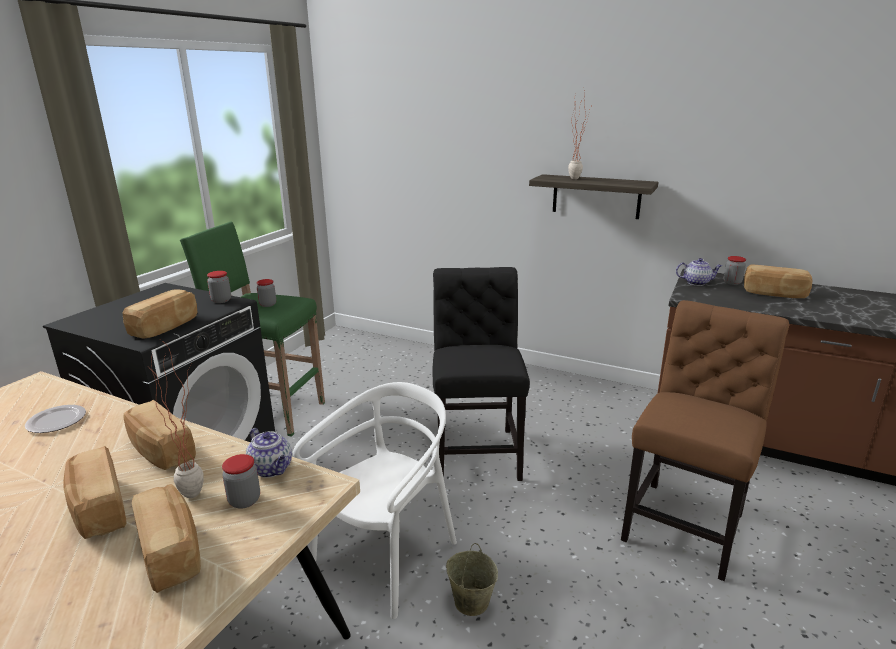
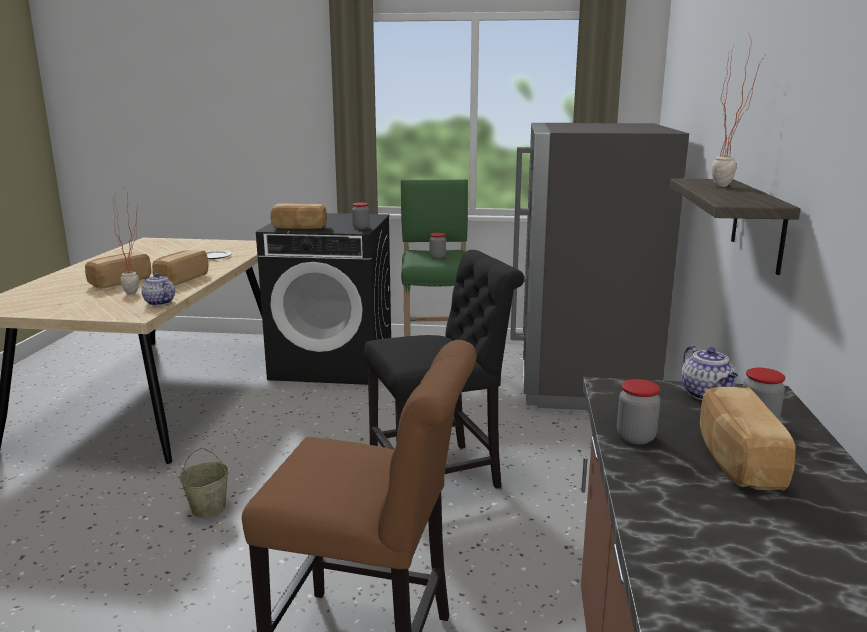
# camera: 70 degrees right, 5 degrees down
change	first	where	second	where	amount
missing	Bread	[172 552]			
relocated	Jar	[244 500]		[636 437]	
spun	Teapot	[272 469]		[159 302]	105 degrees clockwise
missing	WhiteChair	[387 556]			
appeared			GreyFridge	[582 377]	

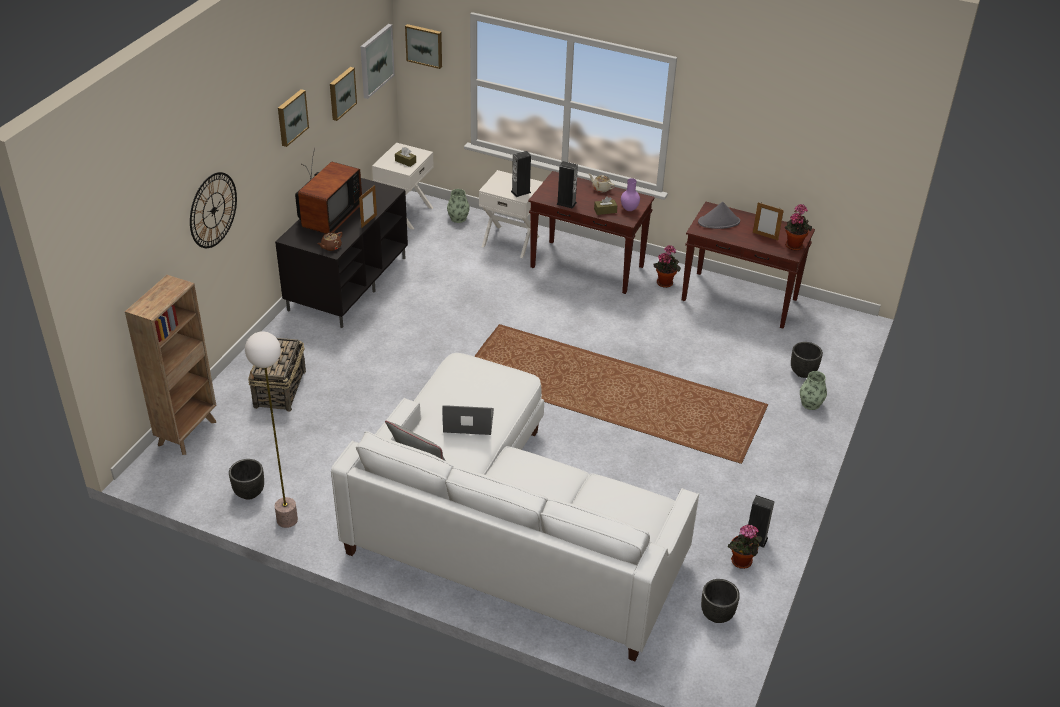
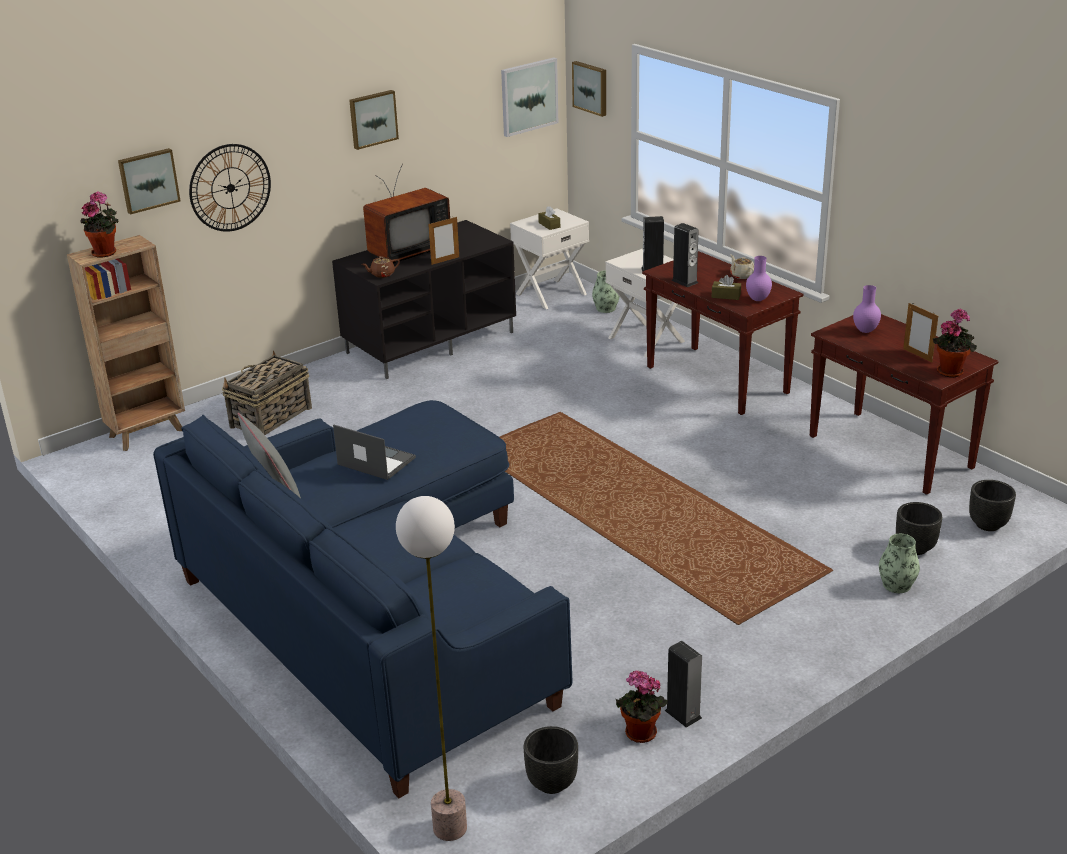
# camera: 30 degrees right, 10 degrees down
change	first	where	second	where	amount
relocated	BlackPlanter	[249 493]		[988 525]	
relocated	FloorLamp	[286 520]		[449 828]	
relocated	Picture	[341 93]		[148 180]	
colour	WhiteSofa	[507 530]	BlueSofa	[379 610]	
relocated	PottedPlant	[665 282]		[106 252]	
exchanged	GreyHat	[719 222]	PurpleVase	[866 331]	

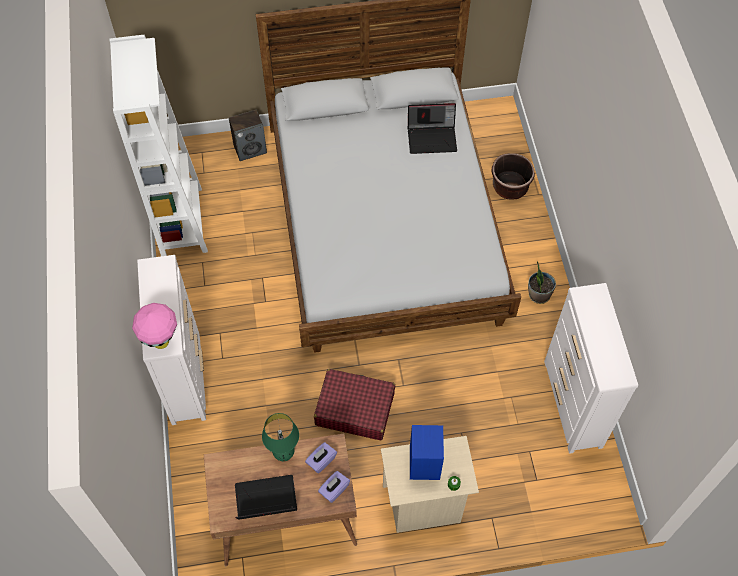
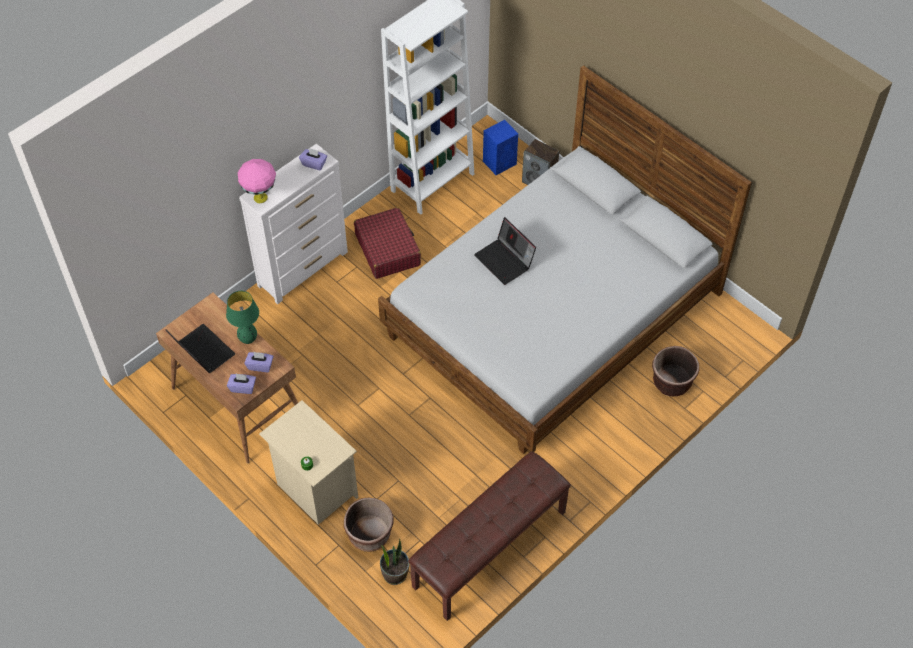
# camera: 55 degrees right, 5 degrees down
change	first	where	second	where	amount
relocated	RedSuitcase	[354 409]		[387 249]	
relocated	Laptop	[432 137]		[505 261]	
relocated	BlueSpeaker	[424 462]		[500 162]	
relocated	PottedPlant	[538 295]		[395 574]	
exchanged	WhiteDresser	[572 404]	BrownBench	[490 549]	
appeared			PurpleTissueBox	[314 163]	
appeared			BrownPlanter	[369 534]	

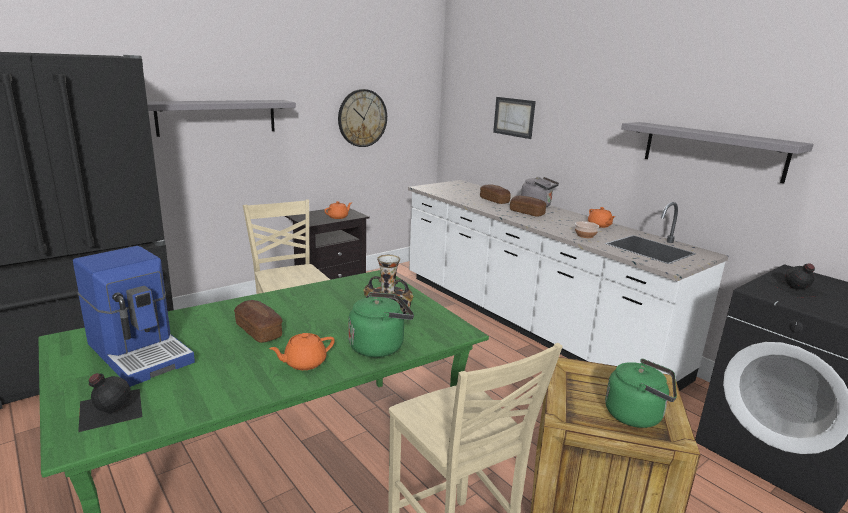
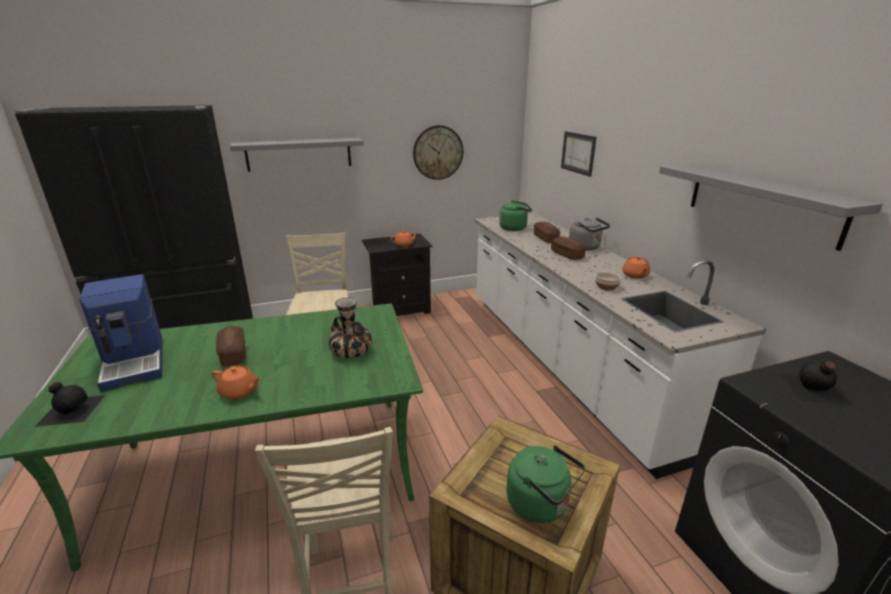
# camera: 20 degrees right, 5 degrees up
change	first	where	second	where	amount
spun	OrangeTeapot	[304 363]		[239 392]	150 degrees counterclockwise
relocated	GreenKettle	[379 346]		[514 228]	

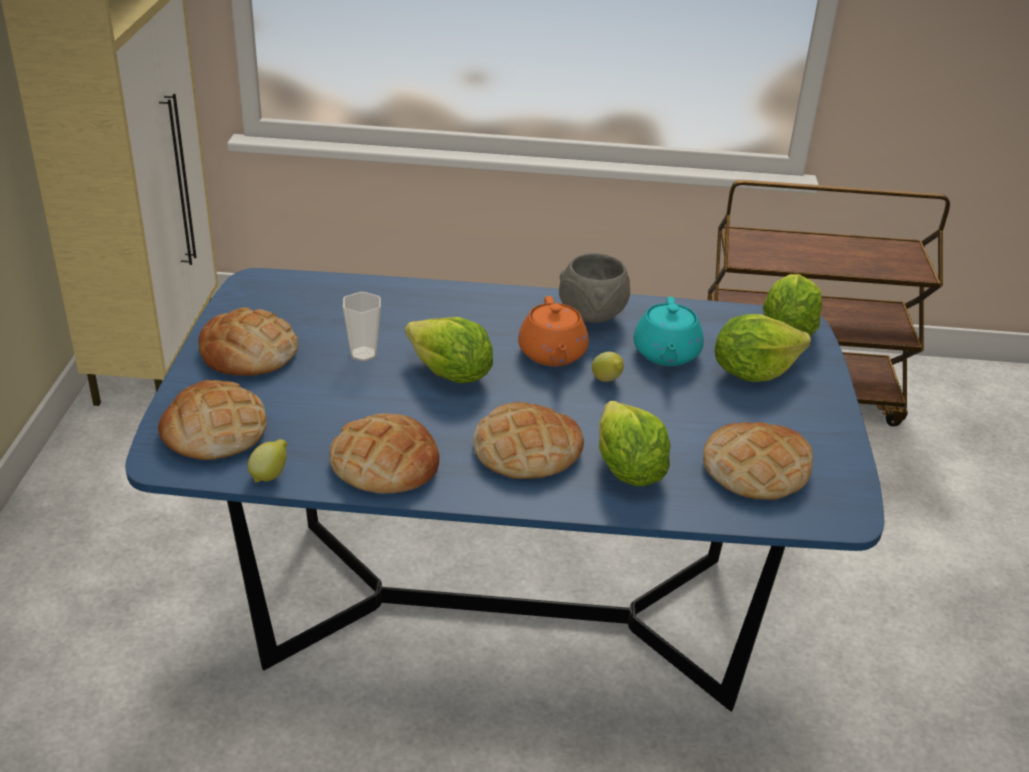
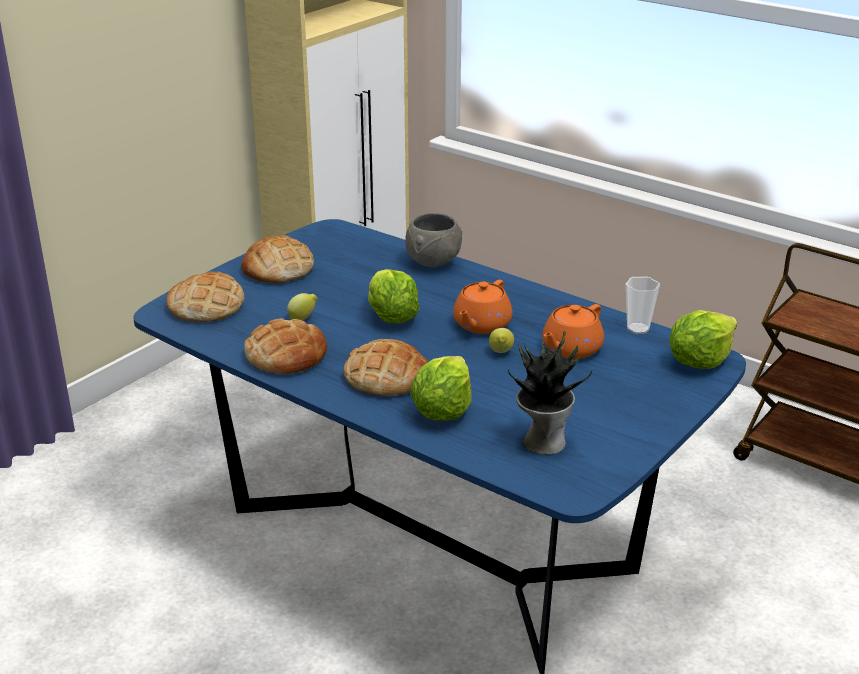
# camera: 35 degrees right, 5 degrees down
change	first	where	second	where	amount
relocated	Lemon	[270 475]		[303 318]	
relocated	Cup	[363 354]		[638 328]	
relocated	GreyBowl	[593 316]		[434 263]	
colour	TurquoiseTeapot	[666 354]	OrangeTeapot	[571 349]	
exchanged	Bread	[756 469]	PottedPlant	[542 441]	
missing	Lettuce	[752 372]			

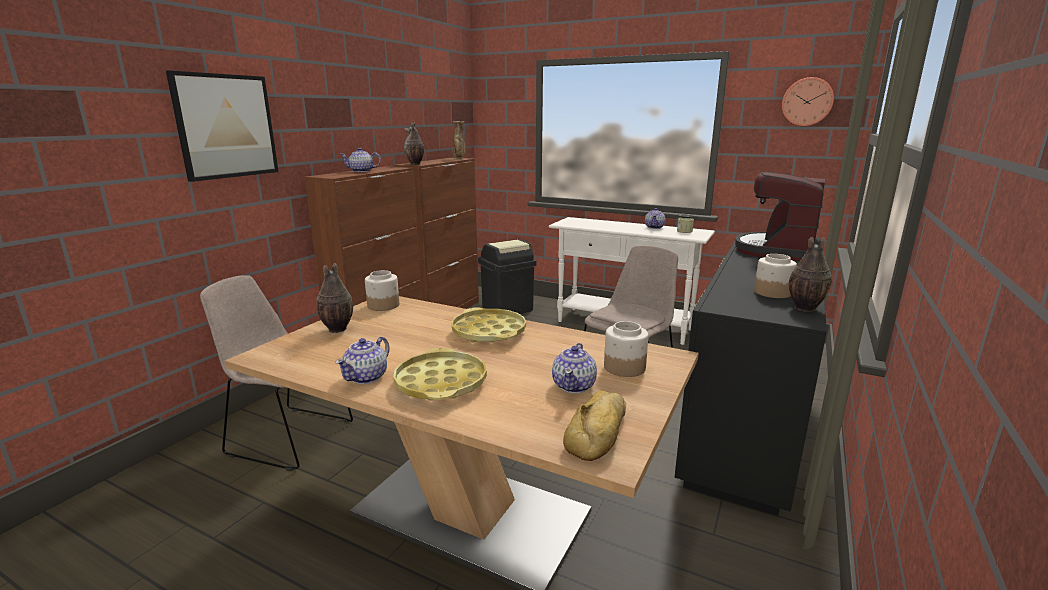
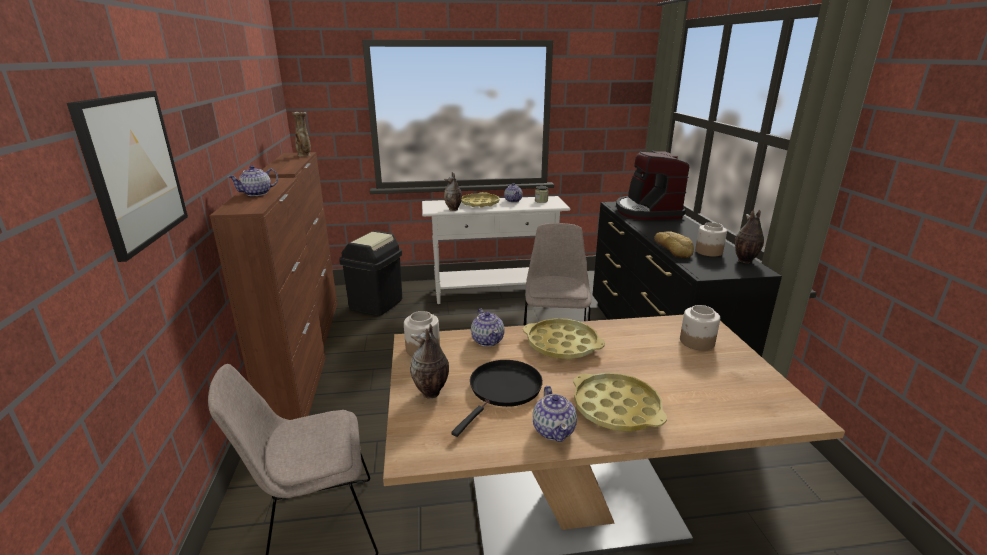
# camera: 35 degrees left, 5 degrees up
change	first	where	second	where	amount
relocated	Vase	[415 164]		[453 209]	
relocated	Teapot	[574 385]		[488 340]	
relocated	Bread	[599 432]		[673 249]	
missing	WallClock	[807 102]			
appeared			BlackFryingPan	[503 390]	
appeared			YellowTray	[480 204]	

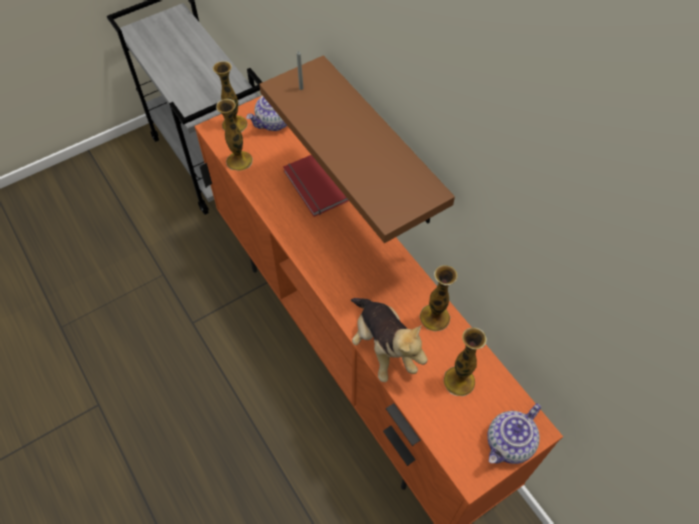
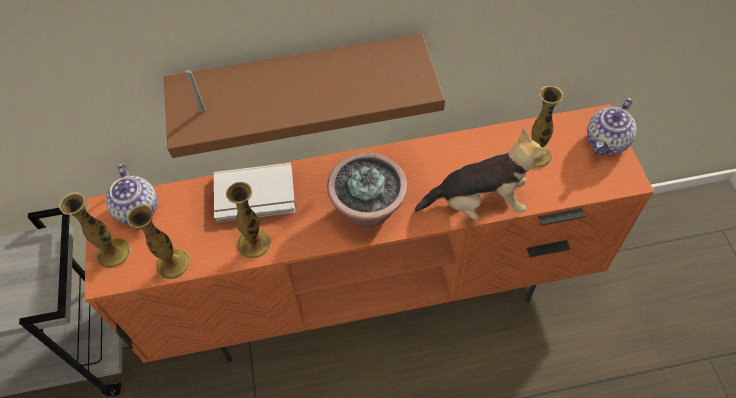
# camera: 65 degrees left, 0 degrees up
change	first	where	second	where	amount
colour	RedBook	[317 185]	WhiteBook	[255 196]	
relocated	Vase	[434 317]		[254 243]	
spun	Teapot	[509 444]		[607 142]	60 degrees clockwise
appeared			PottedPlant	[368 209]	

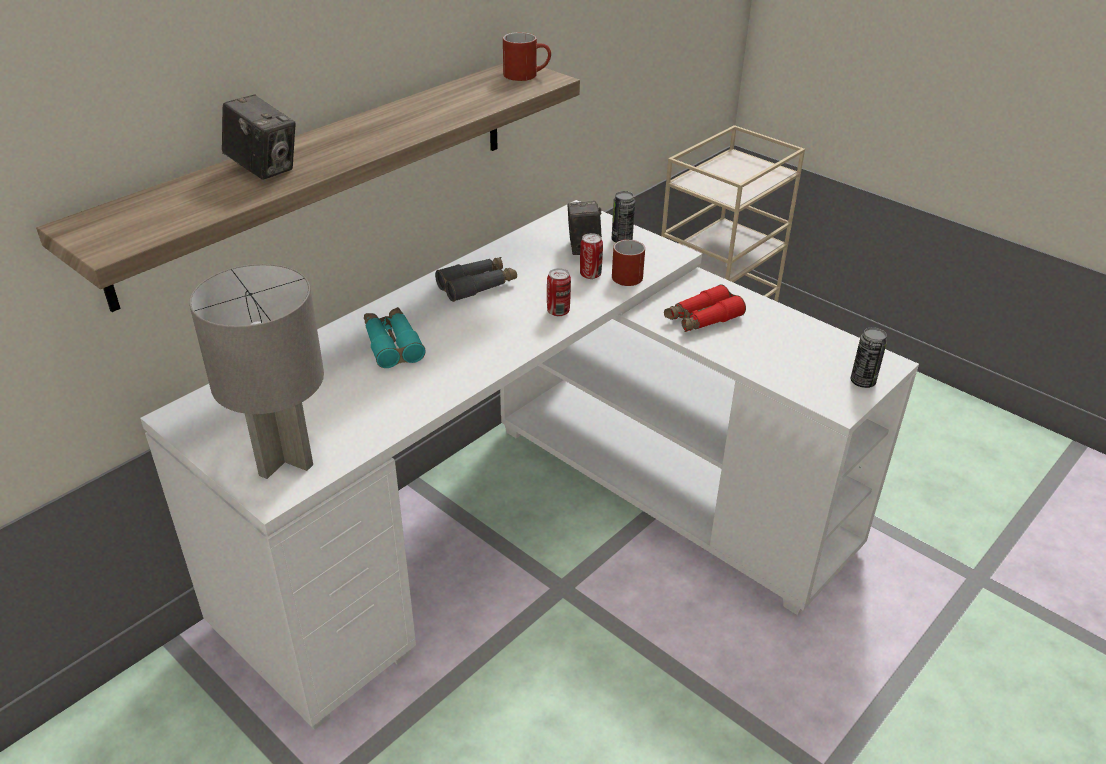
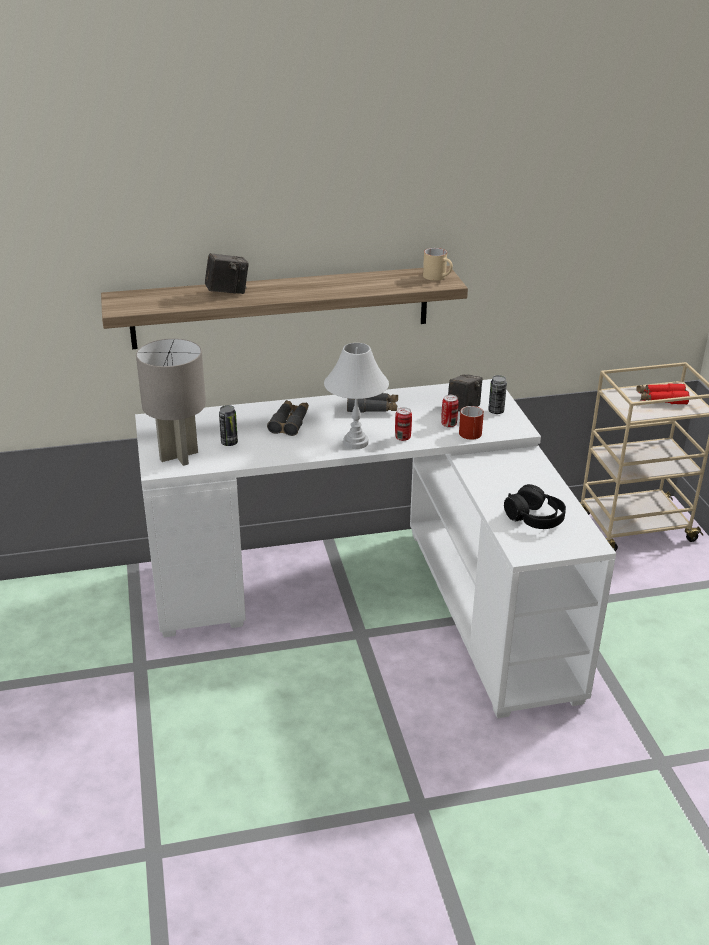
# camera: 35 degrees right, 5 degrees down
change	first	where	second	where	amount
spun	PhotoCamera	[263 168]		[227 292]	90 degrees counterclockwise
colour	TurquoiseBinoculars	[392 344]	GreyBinoculars	[289 422]	
colour	RedMug	[527 75]	BeigeMug	[438 277]	
relocated	RedBinoculars	[702 319]		[661 399]	
relocated	Can	[862 382]		[229 443]	
appeared			WhiteTableLamp	[356 442]	
appeared			BlackHeadphones	[534 518]	

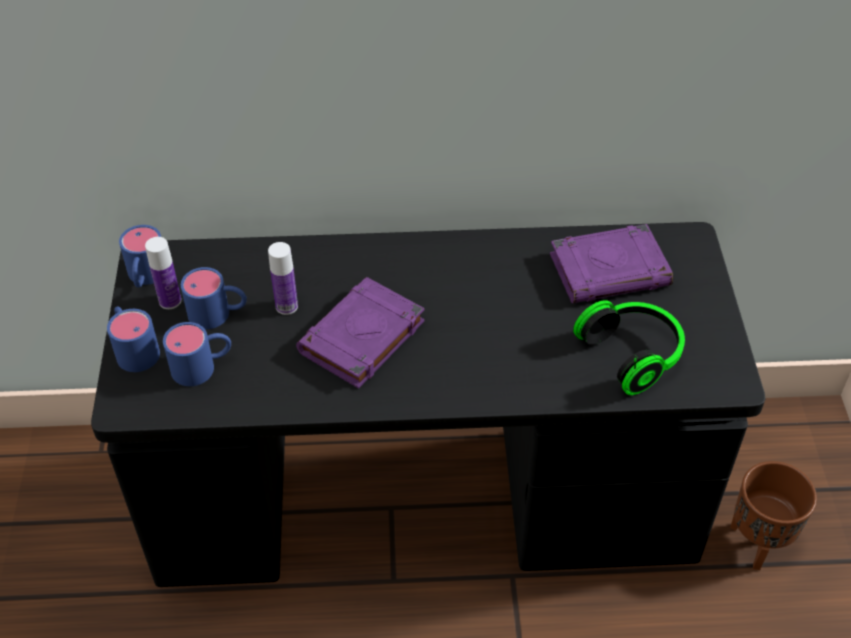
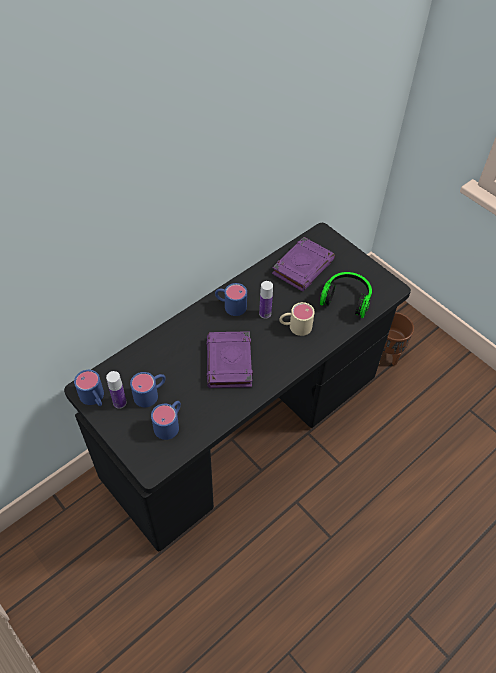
# camera: 40 degrees left, 5 degrees up
change	first	where	second	where	amount
relocated	BlueMug	[134 348]		[230 305]	
relocated	Bottle	[286 306]		[265 313]	
appeared			BeigeMug	[295 326]	

